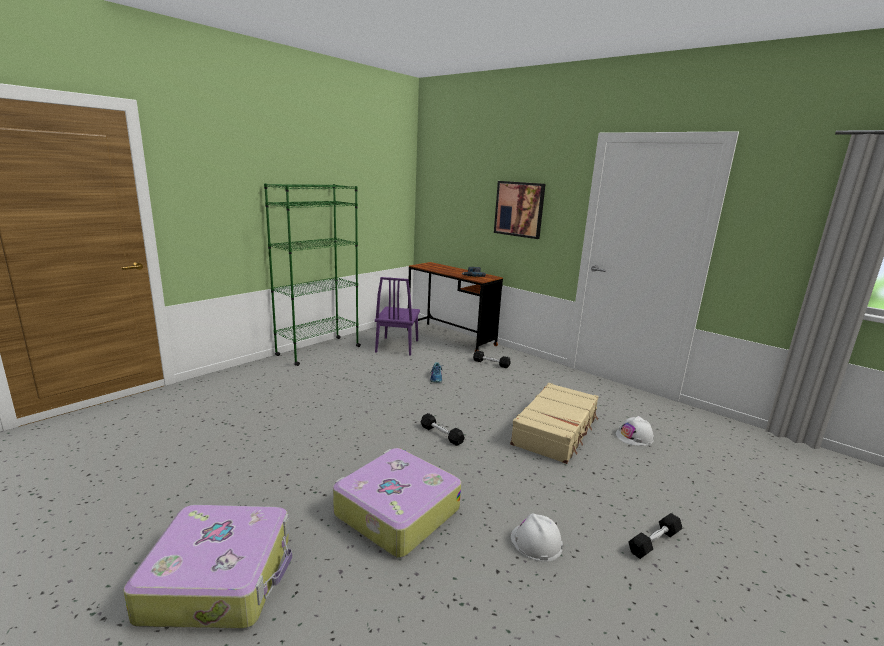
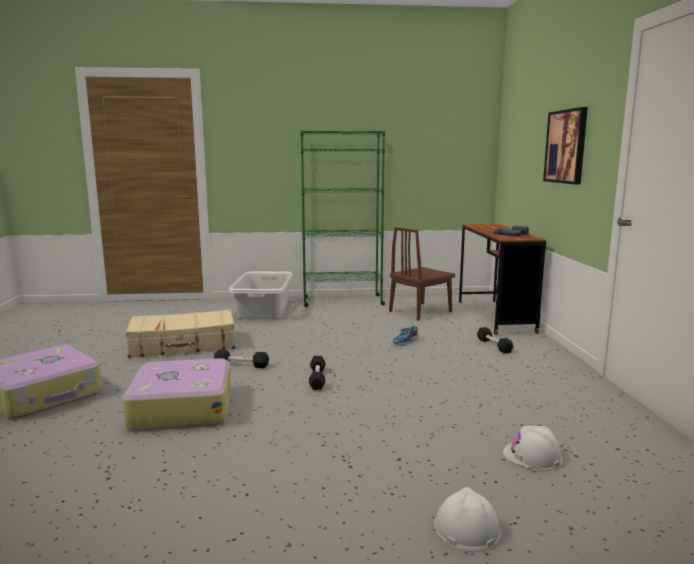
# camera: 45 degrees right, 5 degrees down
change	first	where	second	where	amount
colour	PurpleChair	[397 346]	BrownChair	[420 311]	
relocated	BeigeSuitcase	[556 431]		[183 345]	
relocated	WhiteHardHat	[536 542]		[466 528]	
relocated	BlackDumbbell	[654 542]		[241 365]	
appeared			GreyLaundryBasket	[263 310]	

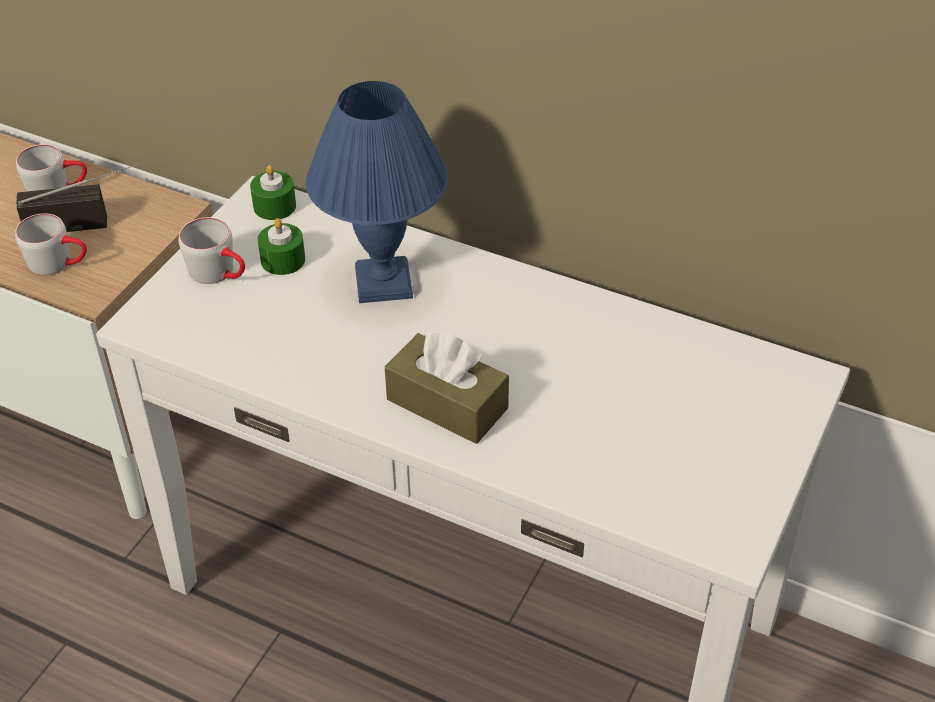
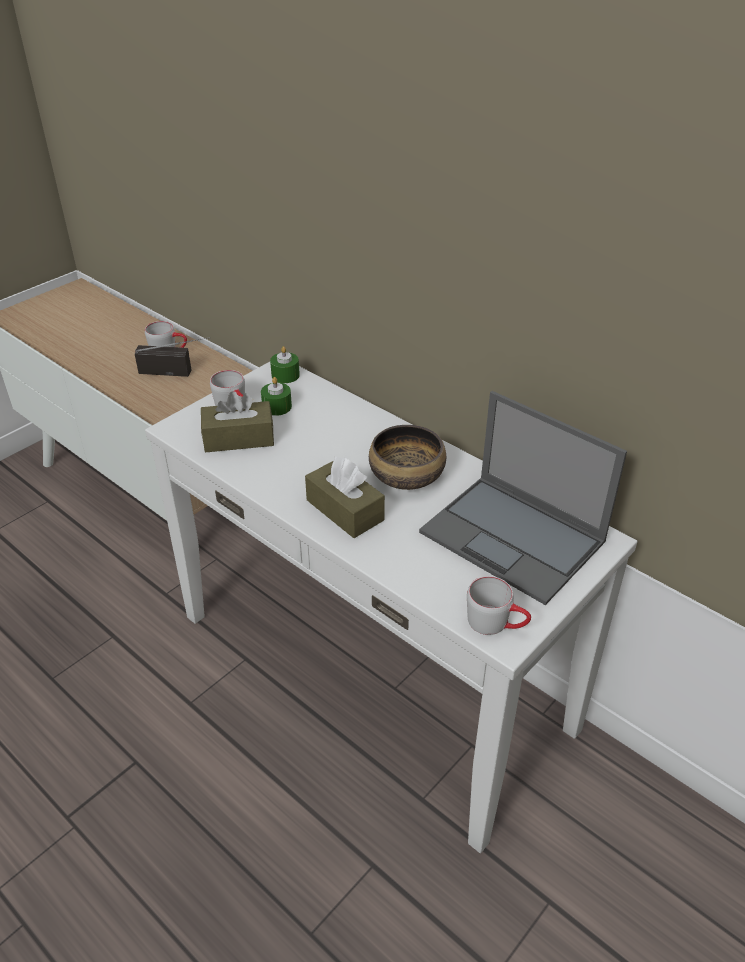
# camera: 15 degrees right, 5 degrees down
change	first	where	second	where	amount
relocated	GreyMug	[59 263]		[496 623]	
missing	BlueTableLamp	[382 283]			
appeared			BrownTissueBox	[238 438]	
appeared			Bowl	[406 476]	
appeared			Laptop	[514 538]	

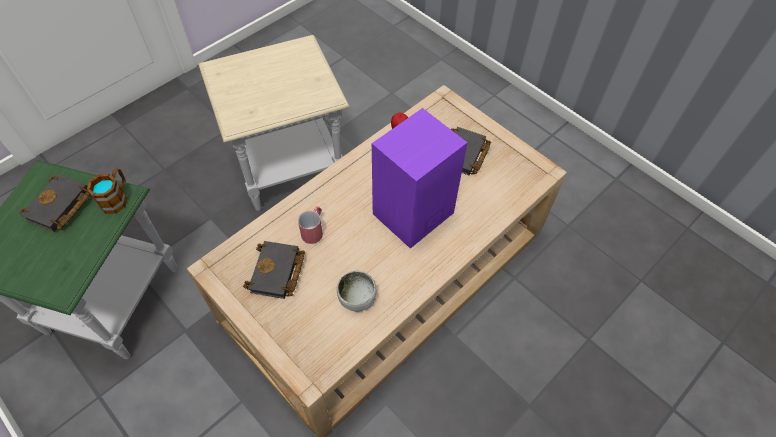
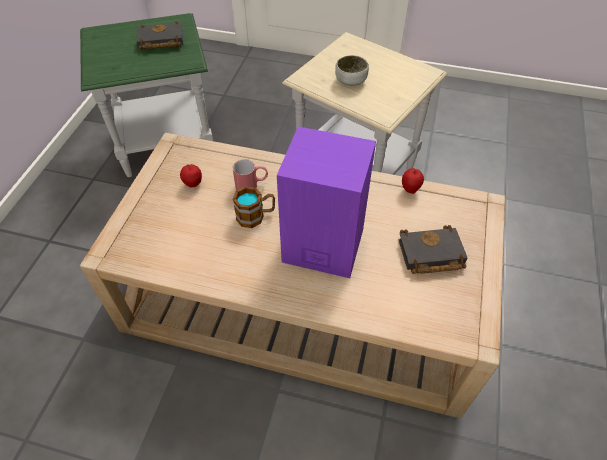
# camera: 60 degrees right, 5 degrees down
change	first	where	second	where	amount
relocated	Mug	[117 198]		[256 216]	
exchanged	BlackBook	[277 274]	Apple	[193 184]	
relocated	Bowl	[357 297]		[350 80]	

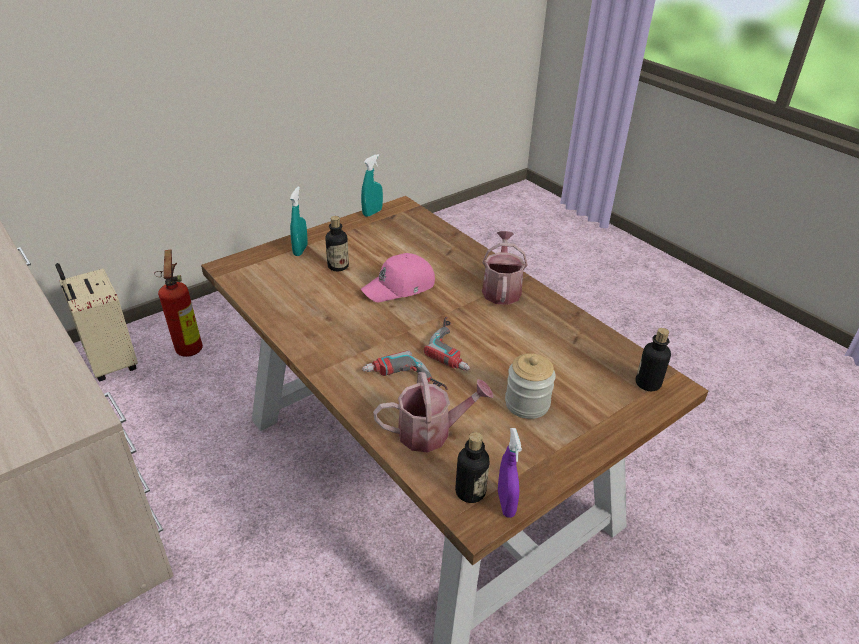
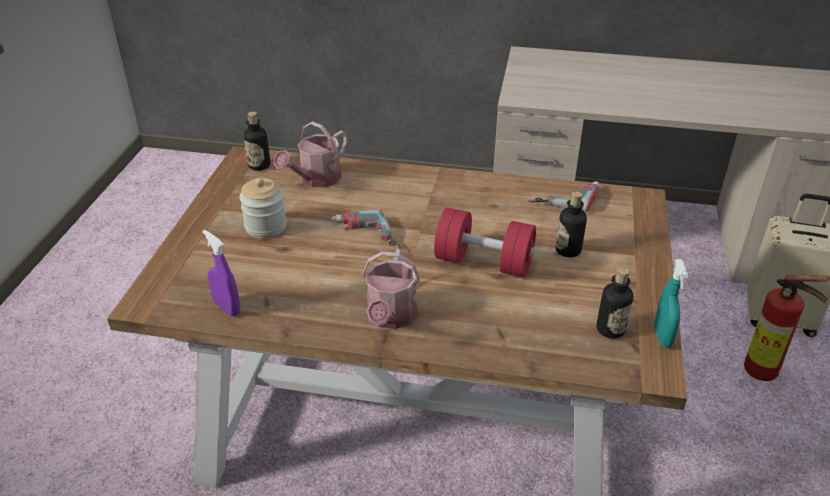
# camera: 140 degrees right, 0 degrees up
change	first	where	second	where	amount
missing	TurquoiseSprayBottle	[300 250]			
exchanged	PinkCap	[400 287]	RedDumbbell	[483 262]	
relocated	PowerDrill	[403 382]		[565 197]	
spun	WateringCan	[501 289]		[390 317]	45 degrees clockwise
relocated	PurpleSprayBottle	[506 503]		[227 308]	
relocated	Bottle	[648 383]		[610 329]	

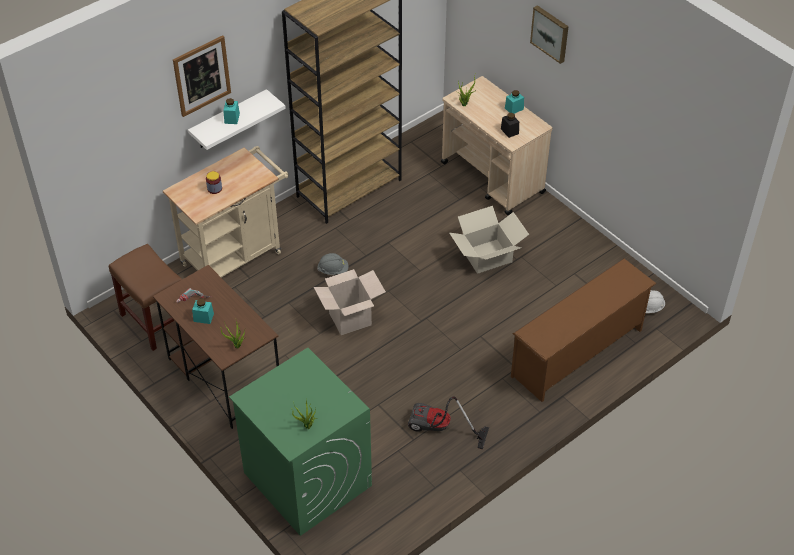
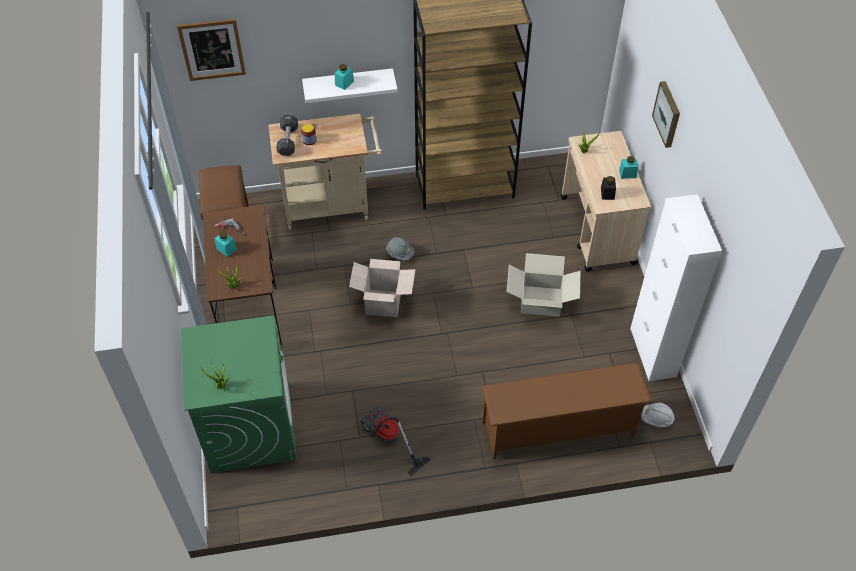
# camera: 30 degrees right, 5 degrees up
change	first	where	second	where	amount
relocated	Picture	[202 76]		[212 49]	
appeared			BlackDumbbell	[288 141]	
appeared			WhiteCabinet	[652 352]	

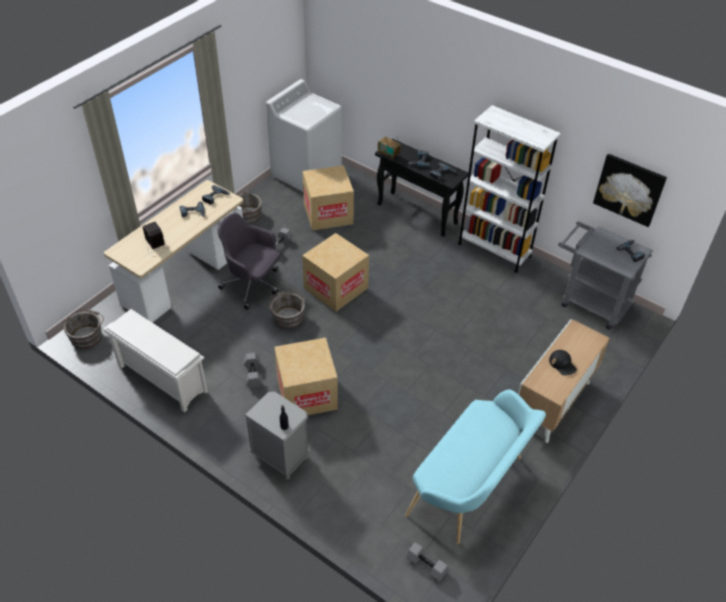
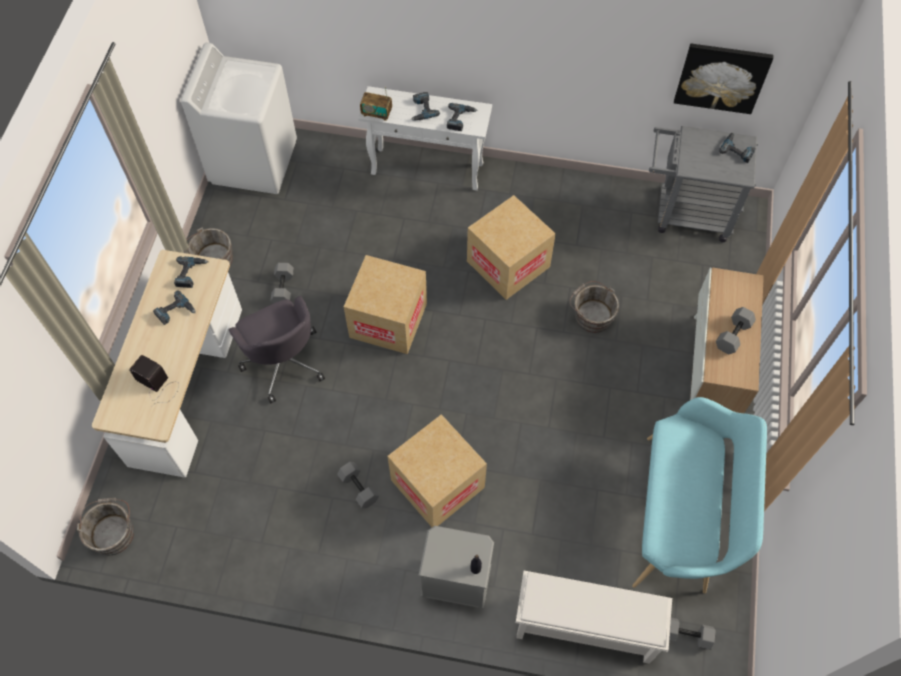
# camera: 25 degrees left, 15 degrees up
change	first	where	second	where	amount
relocated	WhiteShoeRack	[161 379]		[583 628]	
spun	GreyOfficeChair	[253 285]		[283 361]	120 degrees counterclockwise
relocated	GreyBucket	[287 316]		[591 314]	
relocated	CardboardBox	[328 213]		[508 264]	
colour	BlackConsoleTable	[418 214]	WhiteConsoleTable	[428 169]	
missing	WhiteBookcase	[494 250]			
exchanged	BlackCap	[562 364]	GreyDumbbell	[732 334]	

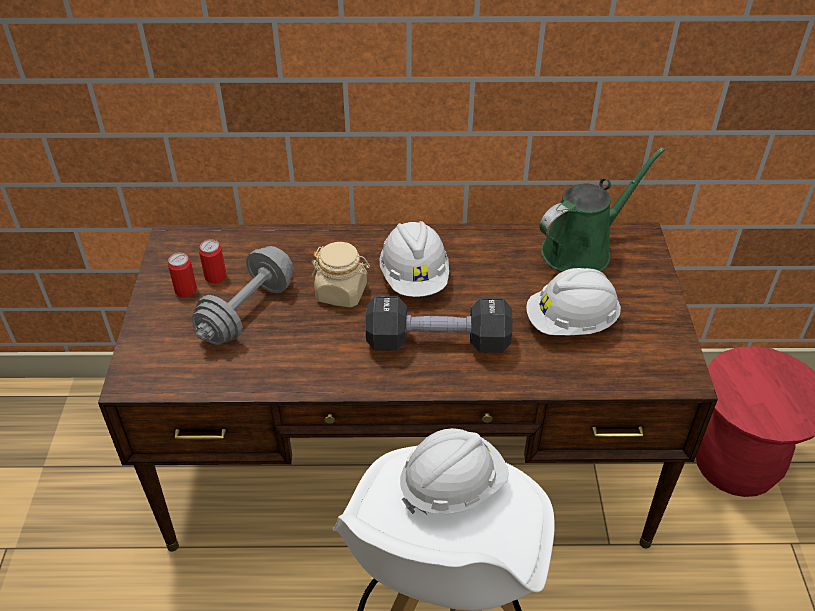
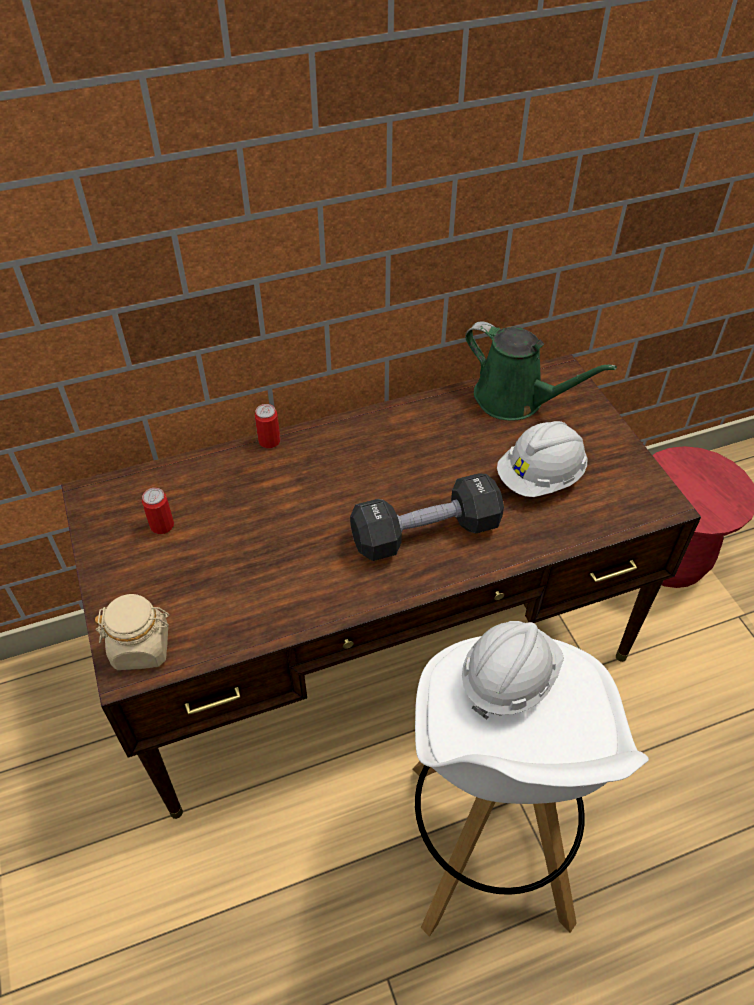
# camera: 20 degrees left, 5 degrees up
change	first	where	second	where	amount
relocated	Can	[185 290]		[269 441]	
missing	GreyDumbbell	[247 312]			
relocated	BeigeJar	[342 293]		[141 647]	
missing	WhiteHardHat	[414 278]			
spun	GreenWateringCan	[581 250]		[515 400]	90 degrees clockwise

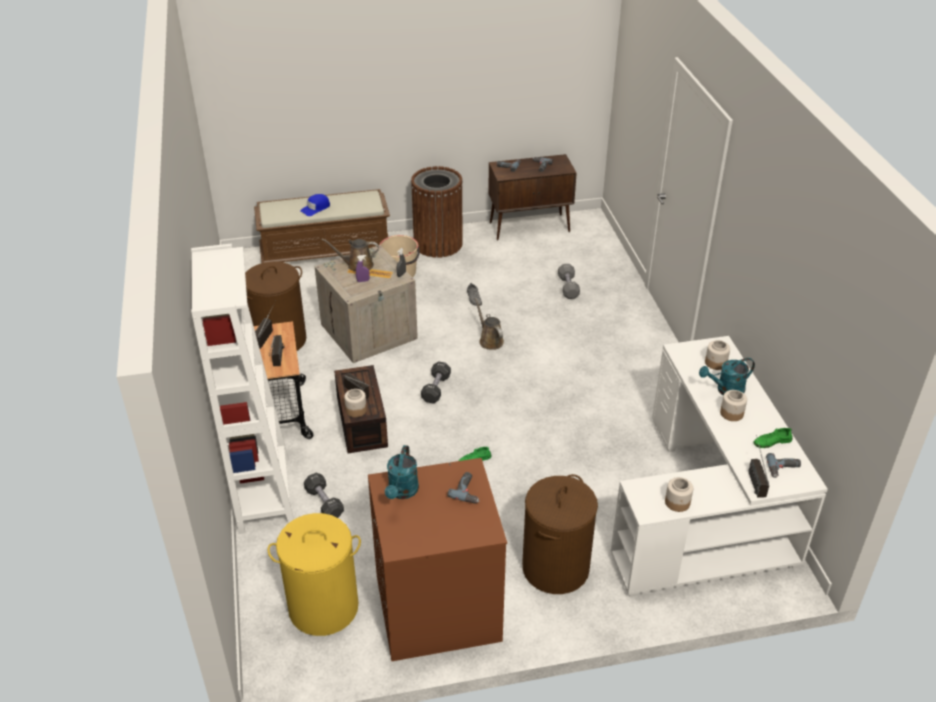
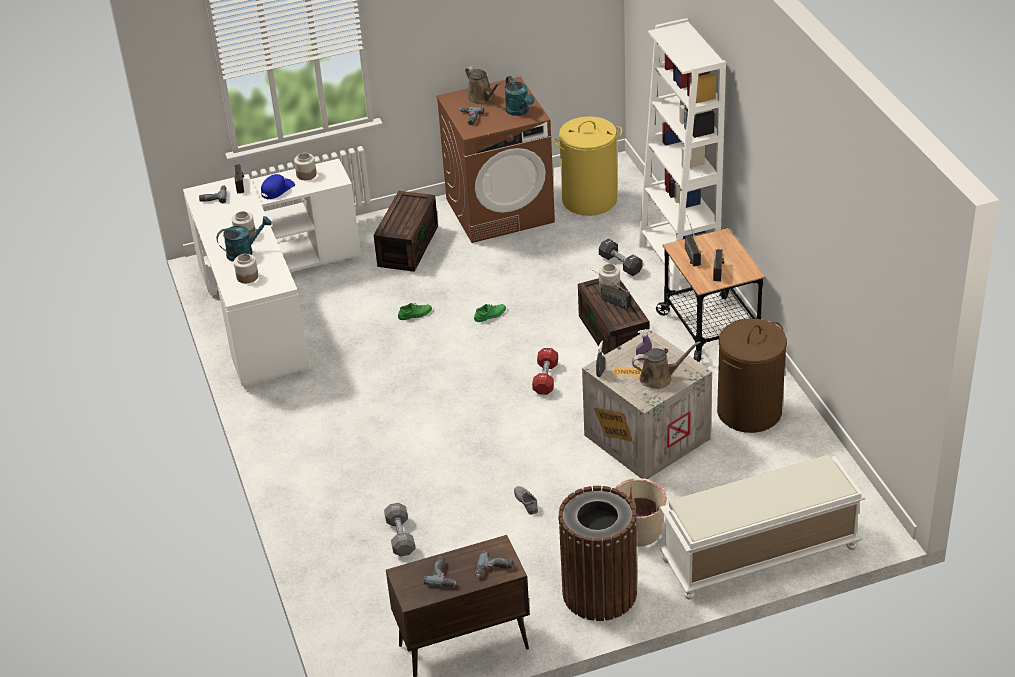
# camera: 175 degrees right, 0 degrees up
change	first	where	second	where	amount
colour	BrownBench	[326 252]	WhiteBench	[759 555]	
relocated	BlueCap	[315 208]		[277 189]	
spun	TurquoiseWateringCan	[402 492]		[519 111]	150 degrees clockwise
colour	BlackDumbbell	[436 389]	RedDumbbell	[545 378]	
relocated	BrownWateringCan	[490 340]		[481 99]	
exchanged	BrownLaundryBasket	[555 568]	BrownStorageBox	[407 245]	
relocated	GreenShoe	[772 442]		[415 314]	

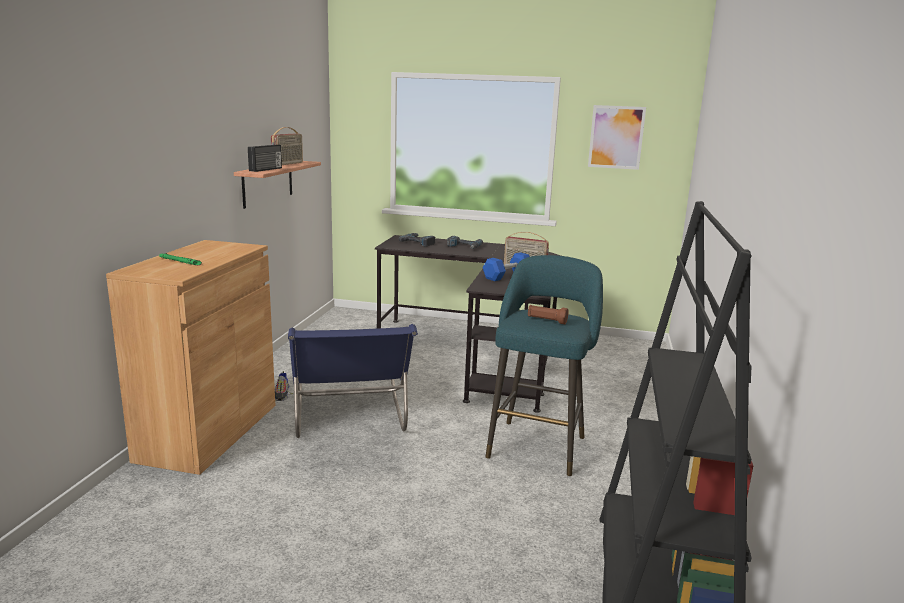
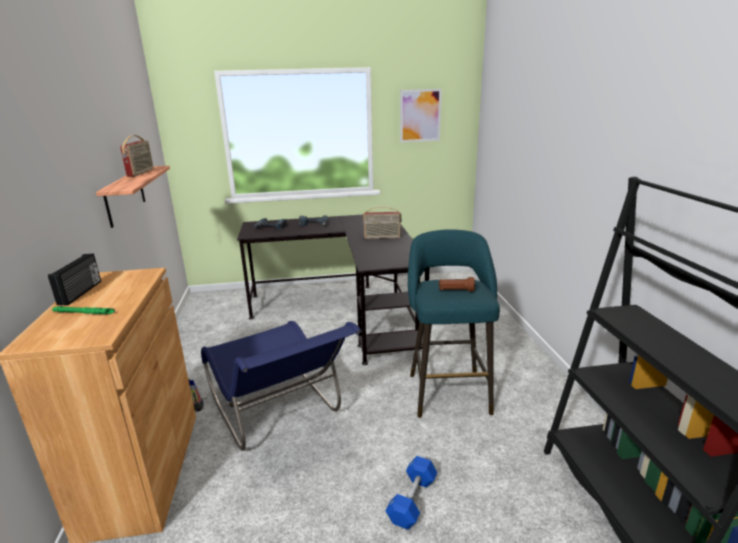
# camera: 20 degrees left, 5 degrees up
change	first	where	second	where	amount
relocated	Radio	[266 169]		[81 292]	
relocated	BlueDumbbell	[507 276]		[412 500]	

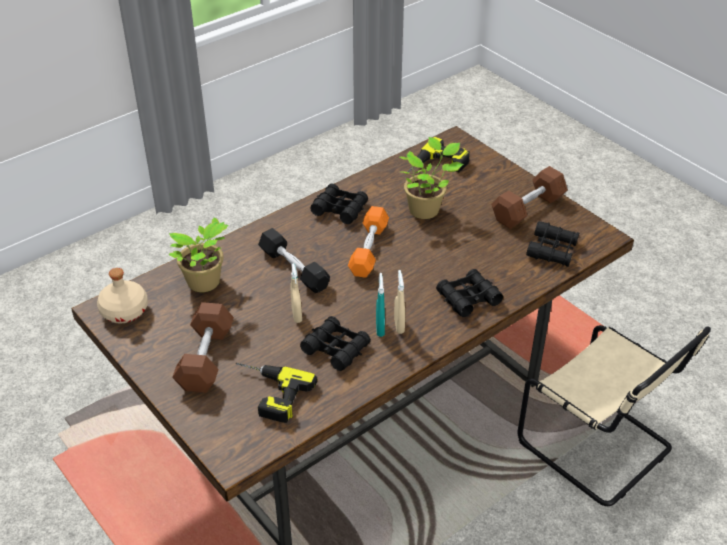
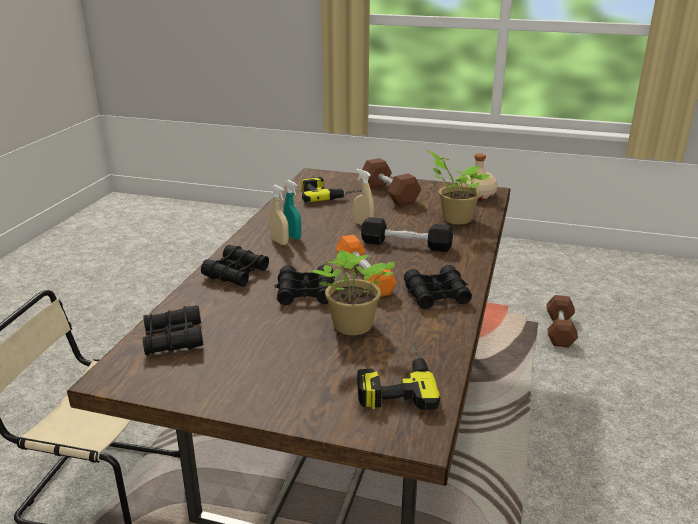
# camera: 145 degrees right, 15 degrees down
change	first	where	second	where	amount
relocated	BlackBinoculars	[336 348]		[306 293]	
relocated	BrownDumbbell	[528 209]		[559 330]	

